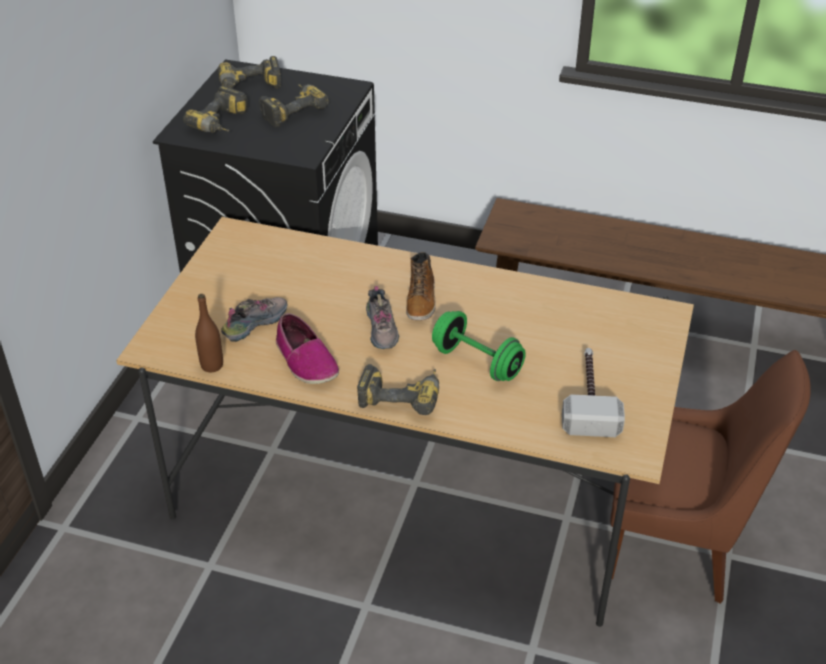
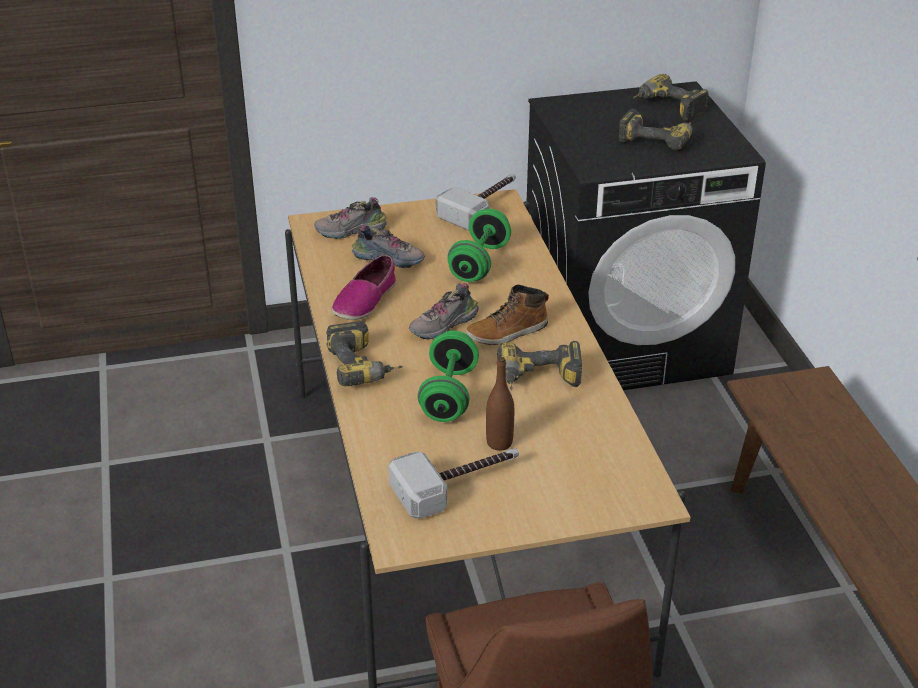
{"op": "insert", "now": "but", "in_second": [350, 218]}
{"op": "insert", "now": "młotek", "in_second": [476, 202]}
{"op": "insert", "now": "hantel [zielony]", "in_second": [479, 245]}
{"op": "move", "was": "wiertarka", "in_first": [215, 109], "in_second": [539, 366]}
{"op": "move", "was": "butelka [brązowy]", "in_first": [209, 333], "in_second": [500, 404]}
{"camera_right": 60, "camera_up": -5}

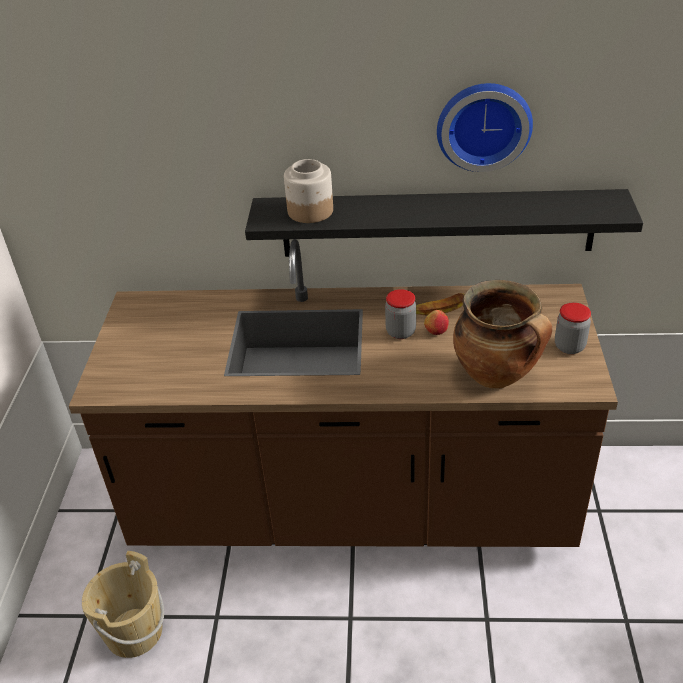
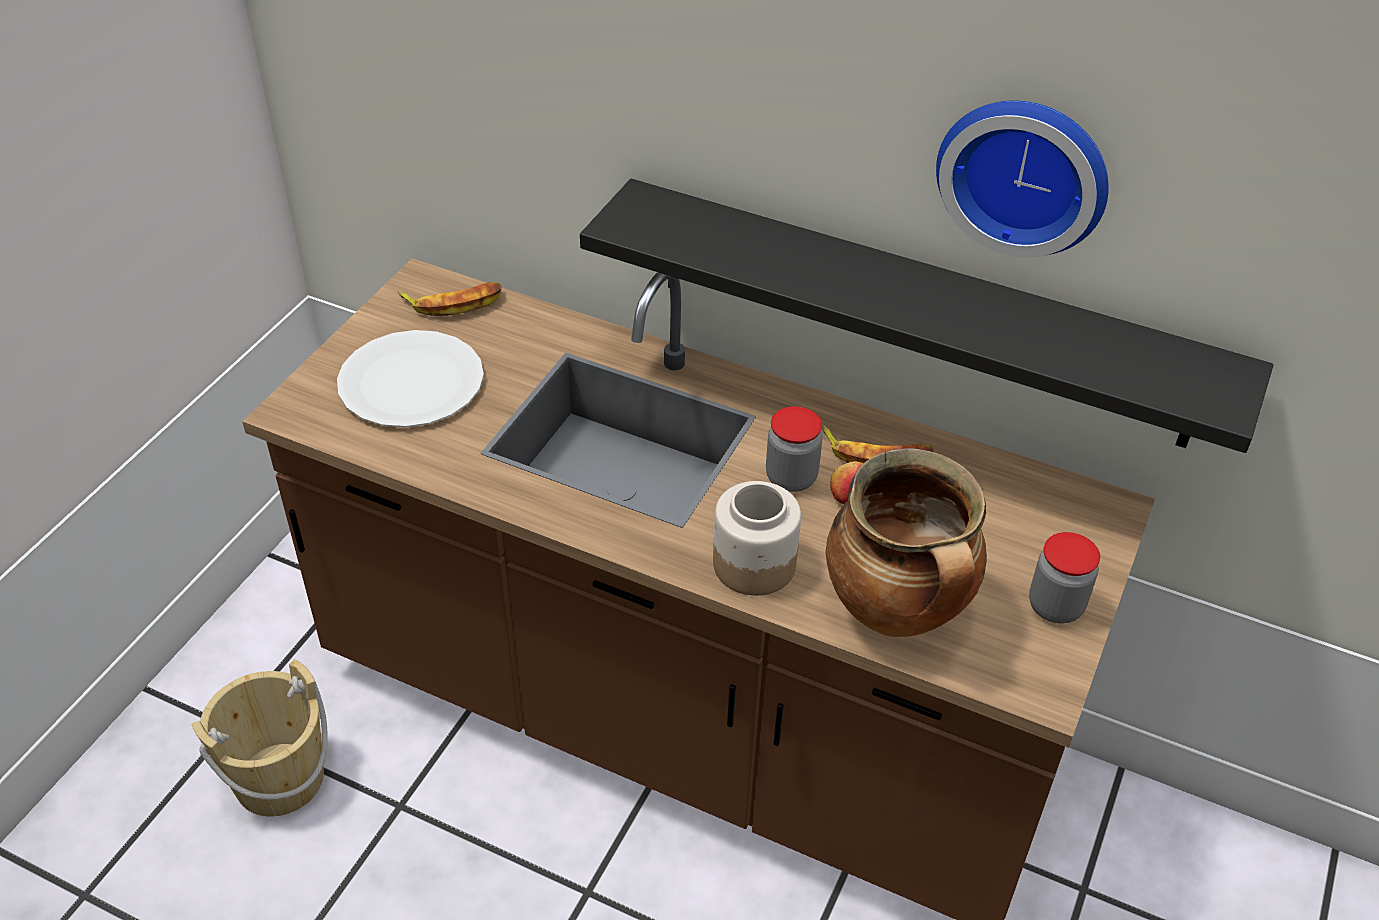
{"op": "insert", "now": "talerz [biały]", "in_second": [410, 379]}
{"op": "insert", "now": "banan", "in_second": [450, 299]}
{"op": "move", "was": "słoik", "in_first": [308, 191], "in_second": [757, 538]}
{"camera_right": 20, "camera_up": 5}

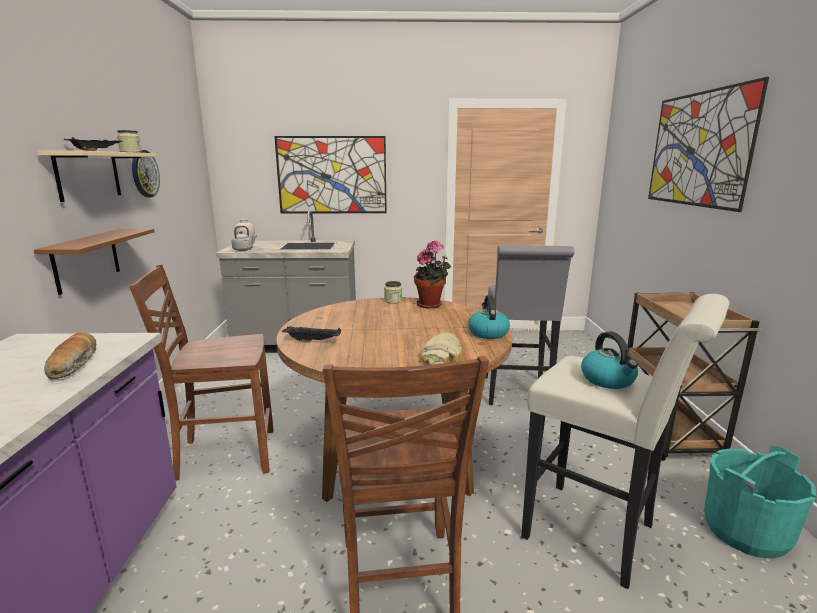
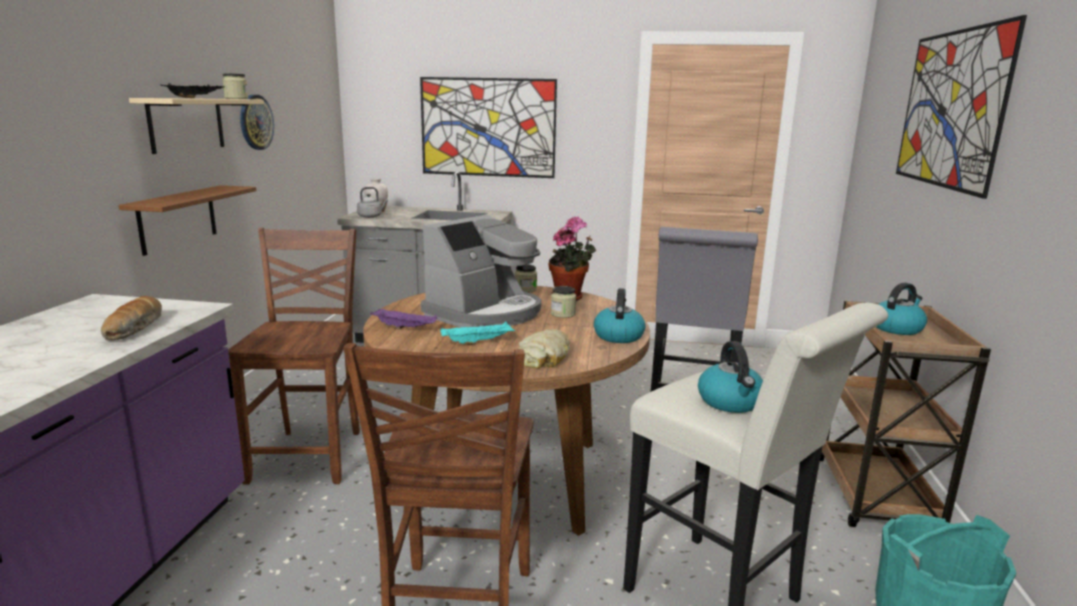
{"op": "insert", "now": "ekspres do kawy", "in_second": [481, 271]}
{"op": "insert", "now": "taca [turkusowy]", "in_second": [477, 333]}
{"op": "insert", "now": "słoik", "in_second": [563, 302]}
{"op": "insert", "now": "czajnik", "in_second": [901, 309]}
{"op": "recolor", "was": "taca [czarny]", "now": "taca [fioletowy]", "in_first": [311, 334], "in_second": [403, 319]}
{"op": "rotate", "was": "krzesło [brązowy]", "in_first": [201, 373], "in_second": [294, 356], "clockwise": 90}
{"camera_right": 10, "camera_up": 0}

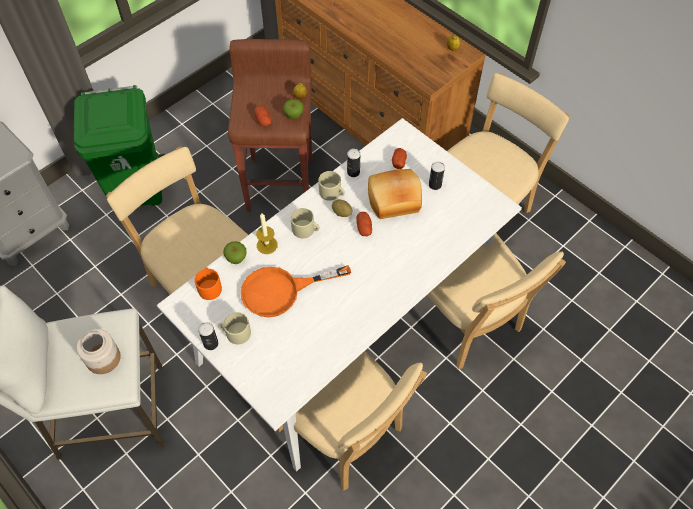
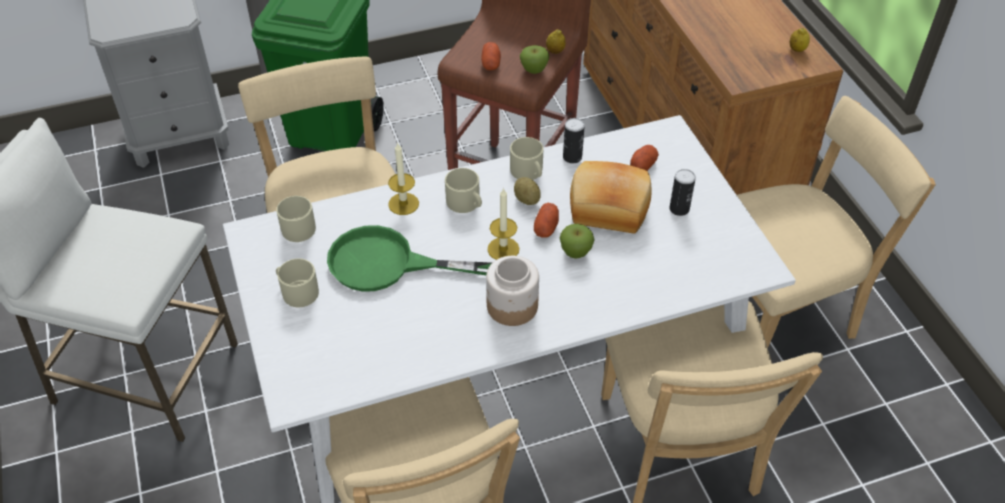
{"op": "delete", "was": "puszka", "in_first": [208, 336]}
{"op": "insert", "now": "świeca", "in_second": [503, 224]}
{"op": "move", "was": "słoik", "in_first": [99, 351], "in_second": [512, 291]}
{"op": "move", "was": "jabłko", "in_first": [234, 252], "in_second": [577, 241]}
{"op": "recolor", "was": "kubek [pomarańczowy]", "now": "kubek [beżowy]", "in_first": [208, 283], "in_second": [296, 219]}
{"op": "recolor", "was": "patelnia [pomarańczowy]", "now": "patelnia [zielony]", "in_first": [296, 291], "in_second": [409, 258]}
{"camera_right": 25, "camera_up": -10}

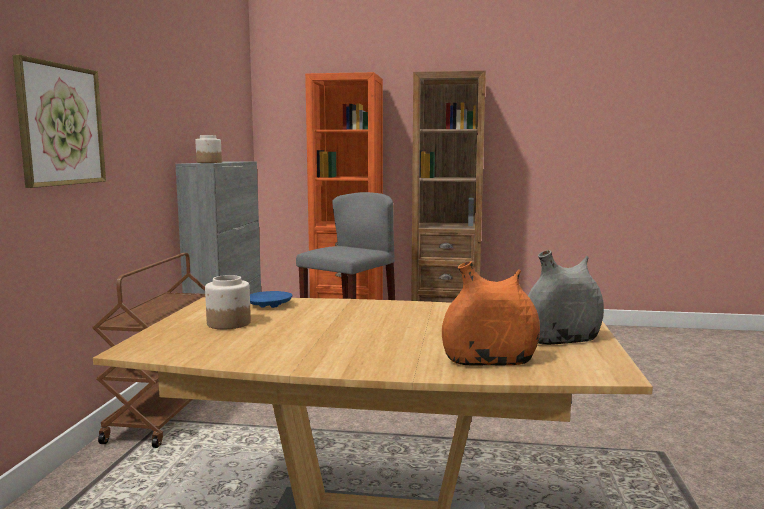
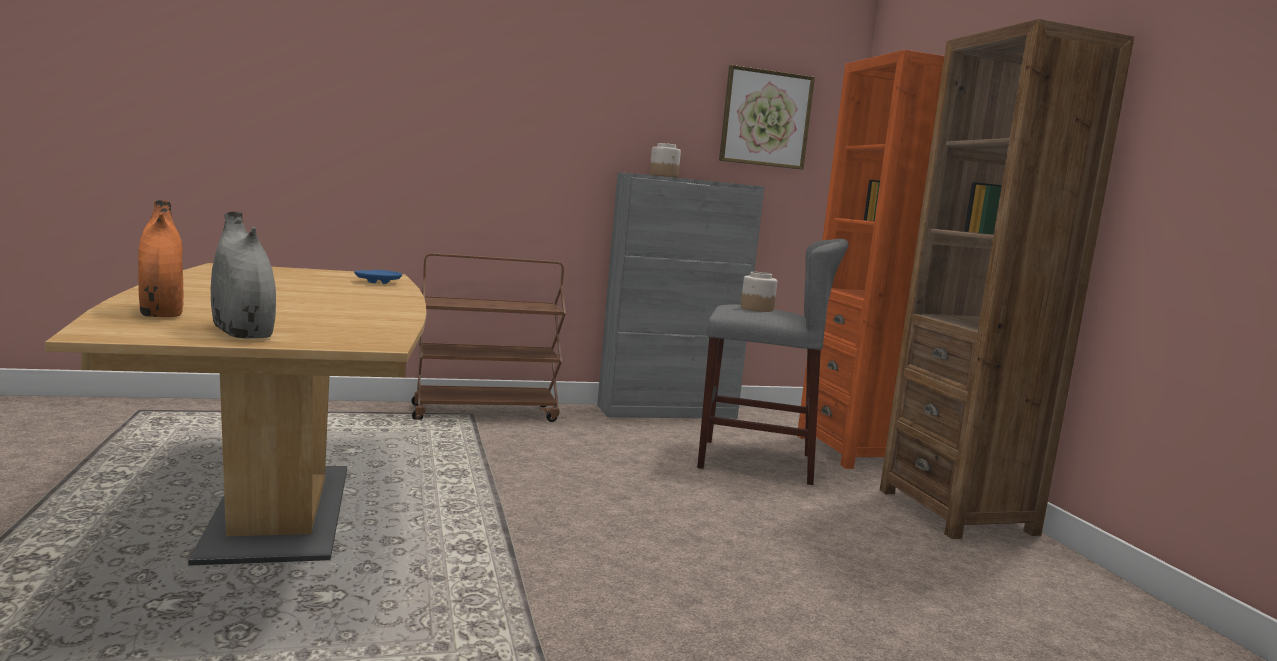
{"op": "move", "was": "obraz", "in_first": [59, 121], "in_second": [767, 117]}
{"op": "move", "was": "słoik", "in_first": [228, 302], "in_second": [759, 292]}
{"camera_right": 65, "camera_up": 0}

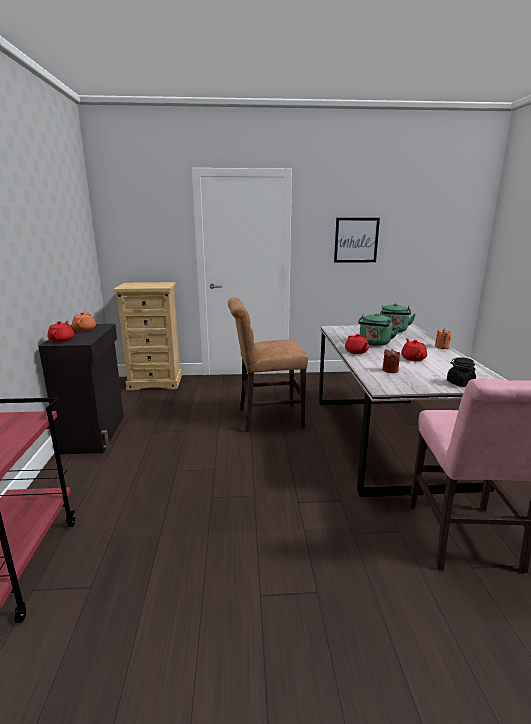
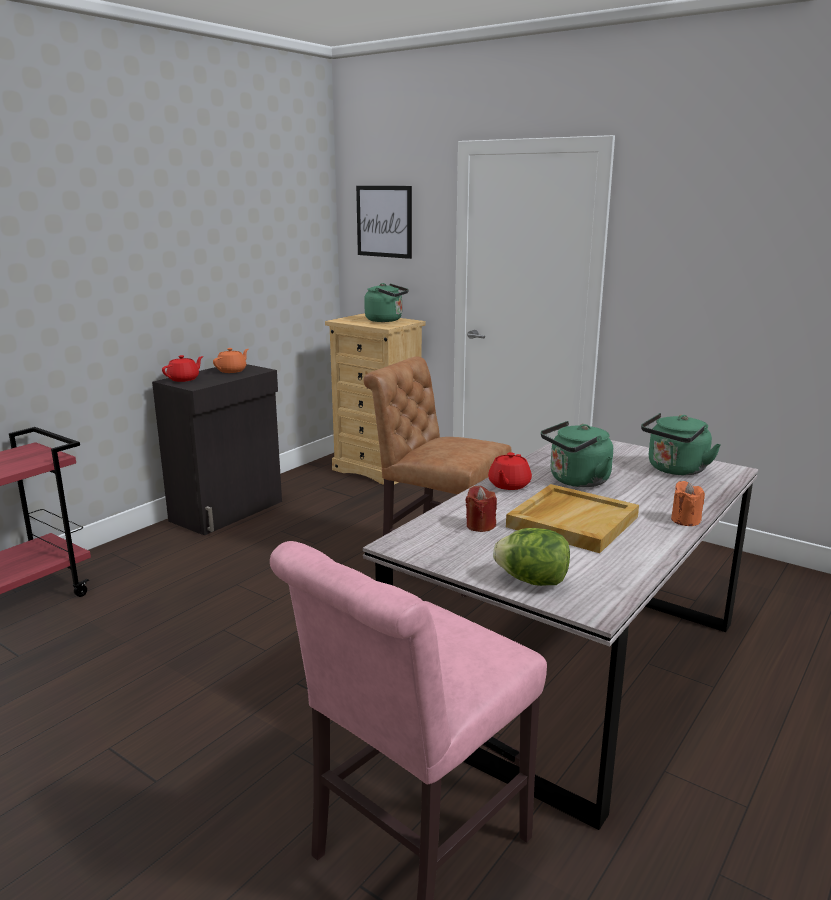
{"op": "insert", "now": "czajnik [zielony]", "in_second": [386, 302]}
{"op": "move", "was": "obraz", "in_first": [357, 240], "in_second": [384, 222]}
{"op": "replace", "was": "imbryk [czerwony]", "now": "taca [beżowy]", "in_first": [414, 349], "in_second": [572, 518]}
{"op": "replace", "was": "słoik [czarny]", "now": "sałata", "in_first": [461, 372], "in_second": [531, 557]}
{"camera_right": 40, "camera_up": 0}

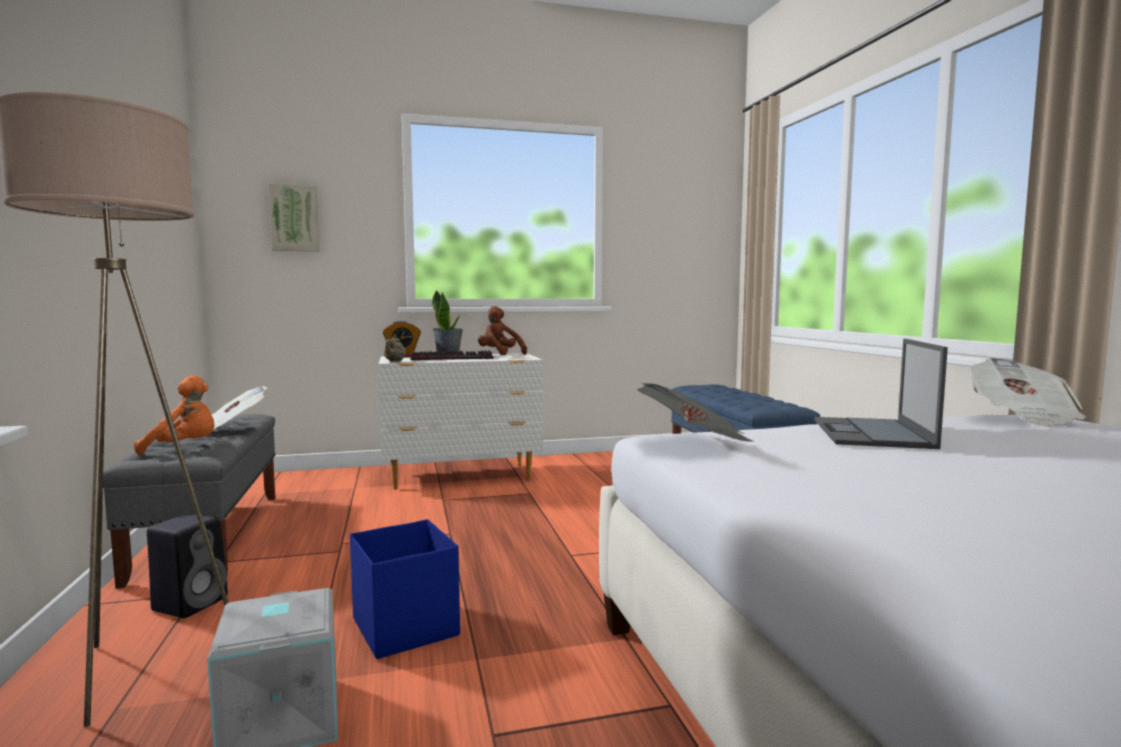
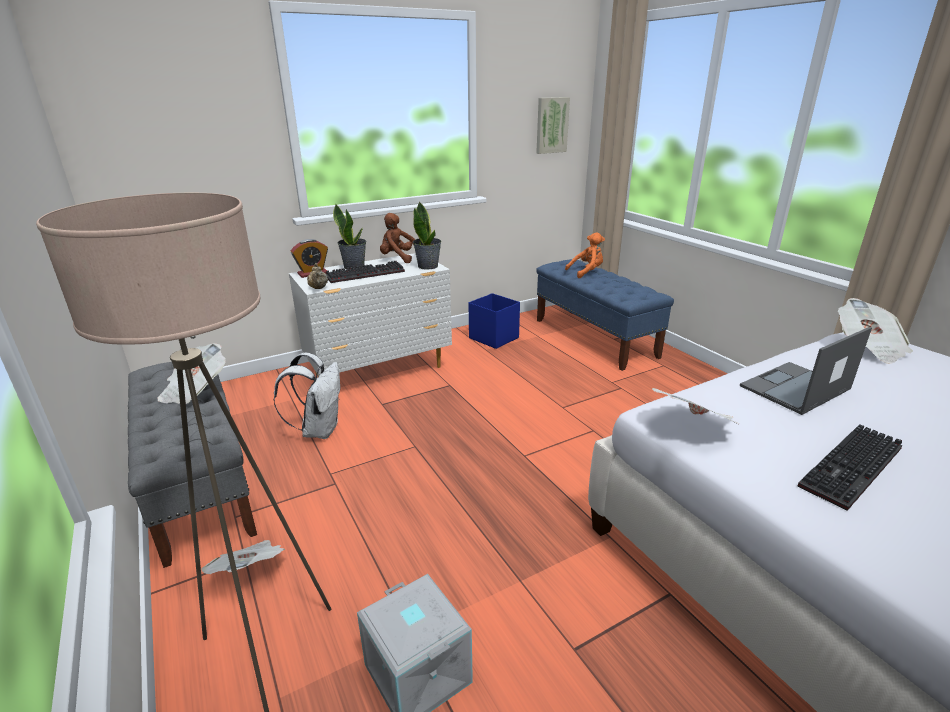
{"op": "insert", "now": "plecak [biały]", "in_second": [307, 396]}
{"op": "insert", "now": "roślina doniczkowa", "in_second": [427, 235]}
{"op": "insert", "now": "klawiatura", "in_second": [849, 467]}
{"op": "move", "was": "pluszak [pomarańczowy]", "in_first": [174, 415], "in_second": [585, 255]}
{"op": "move", "was": "obraz", "in_first": [294, 218], "in_second": [553, 125]}
{"op": "move", "was": "pojemnik do przechowywania [niebieski]", "in_first": [405, 589], "in_second": [494, 321]}
{"op": "replace", "was": "głośnik [czarny]", "now": "gazeta", "in_first": [187, 566], "in_second": [243, 557]}
{"op": "rotate", "was": "laptop", "in_first": [881, 394], "in_second": [806, 371], "clockwise": 60}
{"camera_right": -15, "camera_up": 20}

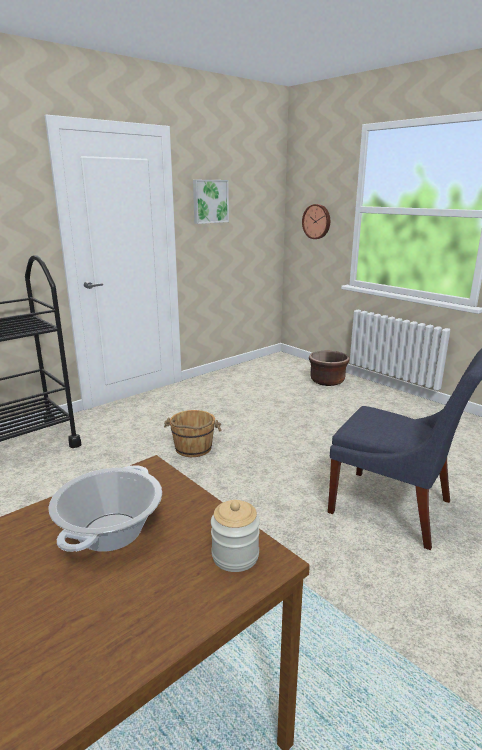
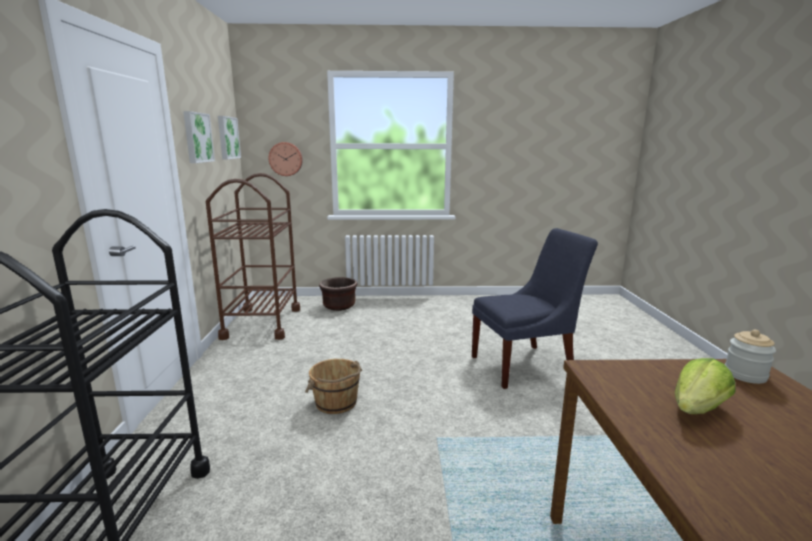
{"op": "insert", "now": "wózek [brązowy]", "in_second": [253, 256]}
{"op": "insert", "now": "obraz", "in_second": [229, 137]}
{"op": "replace", "was": "garnek", "now": "sałata", "in_first": [105, 508], "in_second": [705, 386]}
{"camera_right": -50, "camera_up": -5}

